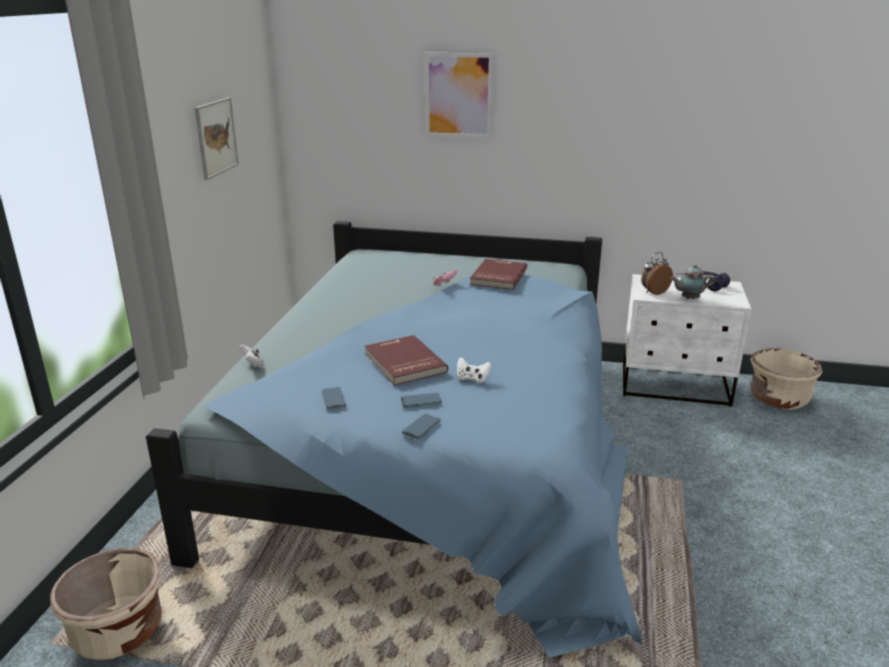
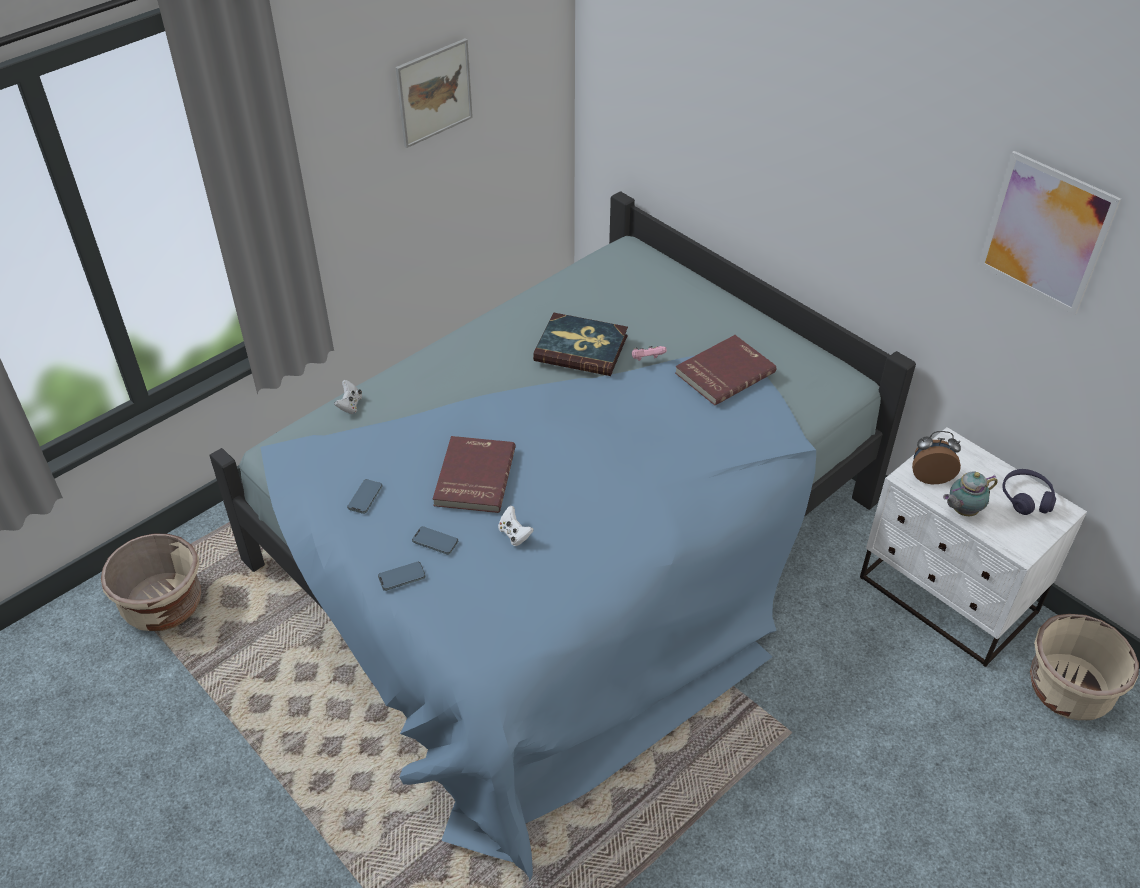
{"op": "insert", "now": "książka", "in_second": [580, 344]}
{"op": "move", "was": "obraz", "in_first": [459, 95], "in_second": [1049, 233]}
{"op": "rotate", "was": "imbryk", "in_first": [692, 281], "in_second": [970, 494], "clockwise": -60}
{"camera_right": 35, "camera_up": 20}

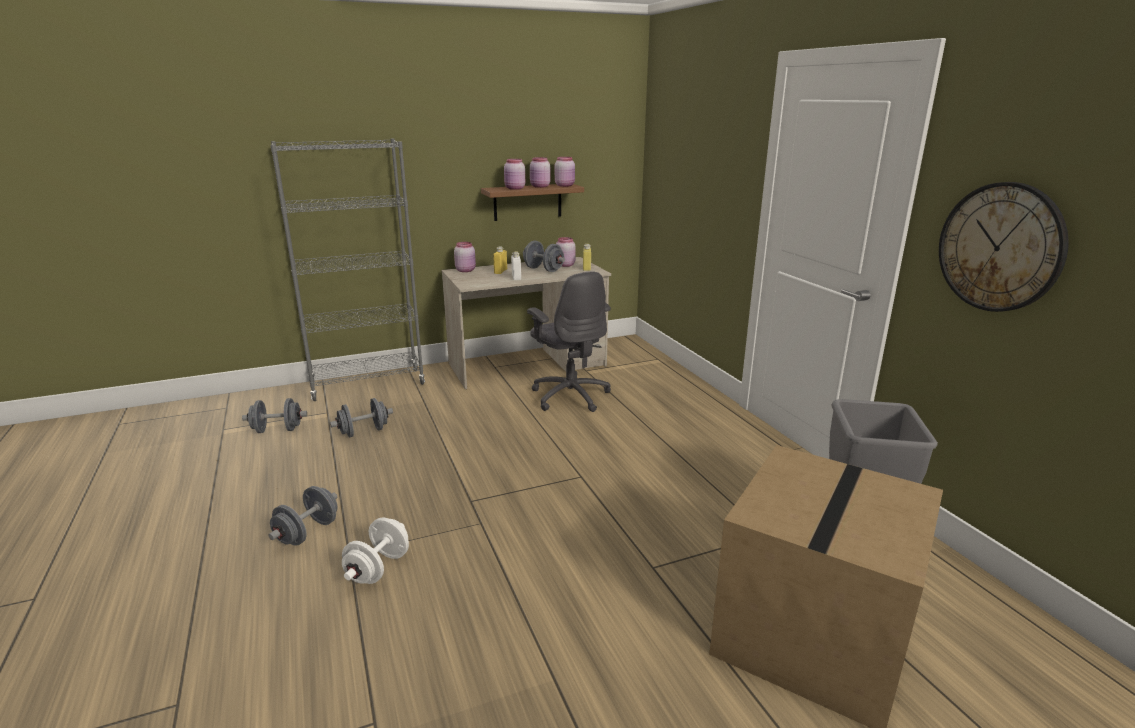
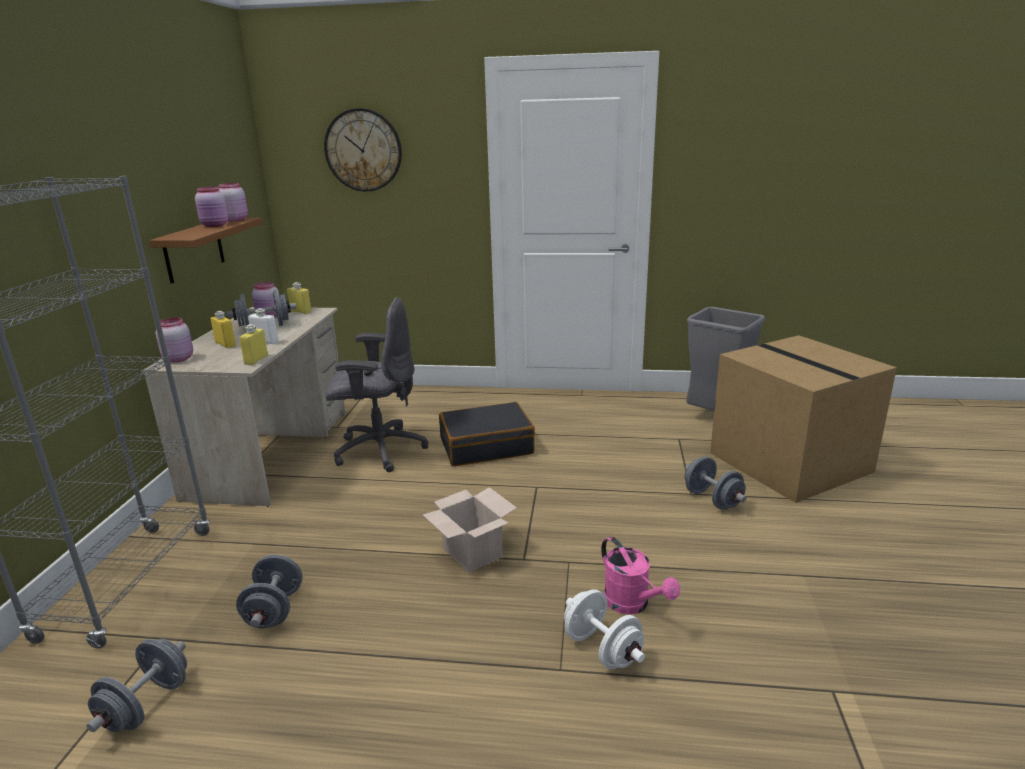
{"op": "delete", "was": "słoik [różowy]", "in_first": [514, 174]}
{"op": "insert", "now": "butelka [żółty]", "in_second": [253, 344]}
{"op": "insert", "now": "karton", "in_second": [470, 530]}
{"op": "insert", "now": "walizka [czarny]", "in_second": [487, 434]}
{"op": "insert", "now": "konewka [różowy]", "in_second": [640, 575]}
{"op": "move", "was": "hantel [szary]", "in_first": [303, 516], "in_second": [716, 483]}
{"op": "move", "was": "zegar ścienny", "in_first": [1004, 247], "in_second": [363, 150]}
{"camera_right": -60, "camera_up": 0}

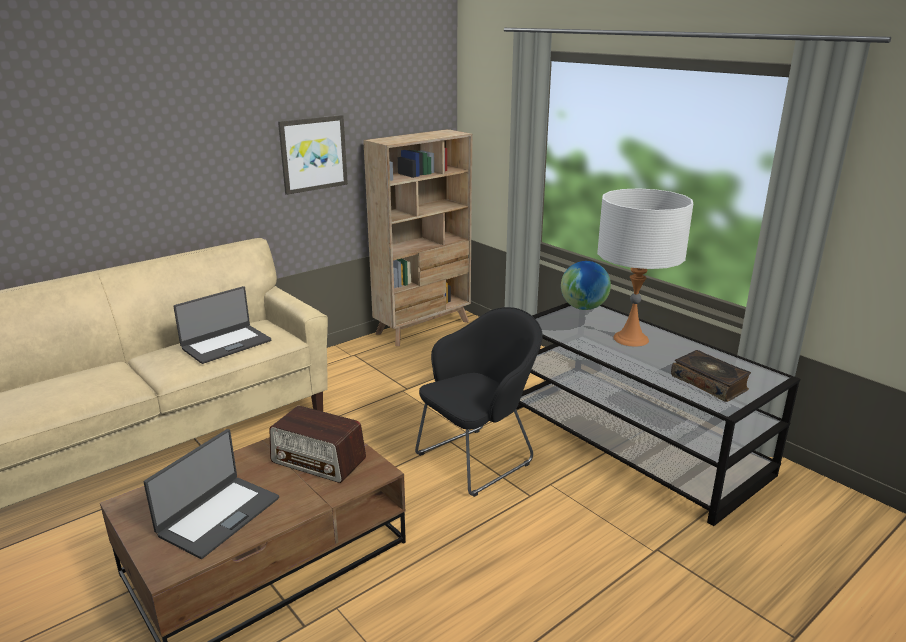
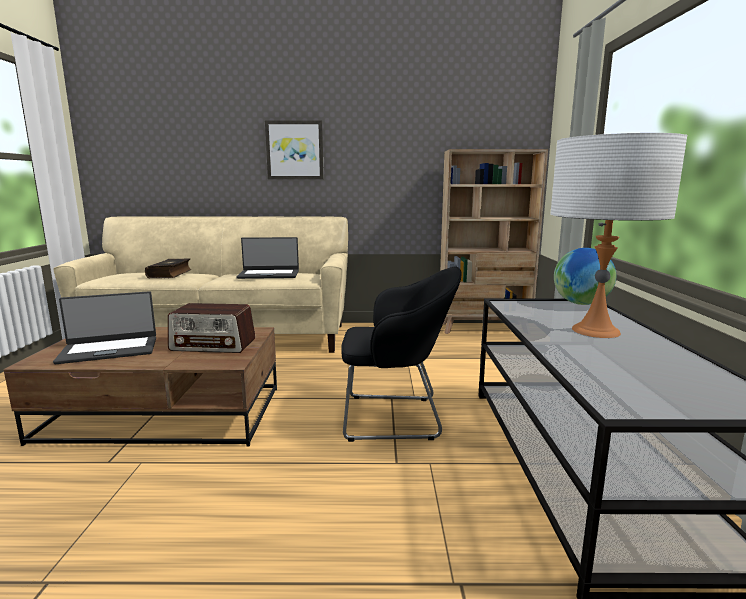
{"op": "move", "was": "obraz", "in_first": [313, 155], "in_second": [294, 149]}
{"op": "move", "was": "książka", "in_first": [711, 376], "in_second": [168, 268]}
{"op": "rotate", "was": "radio", "in_first": [317, 444], "in_second": [211, 328], "clockwise": -60}
{"camera_right": 40, "camera_up": -10}

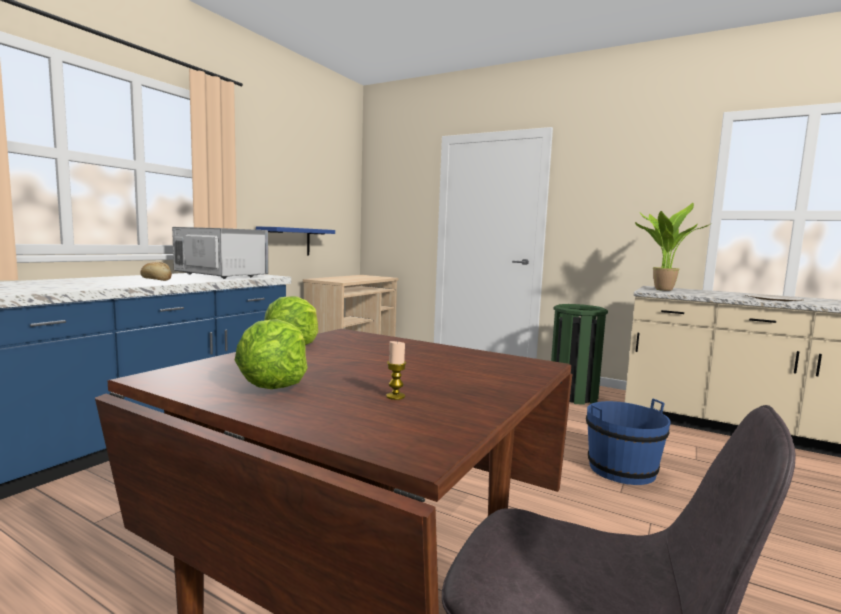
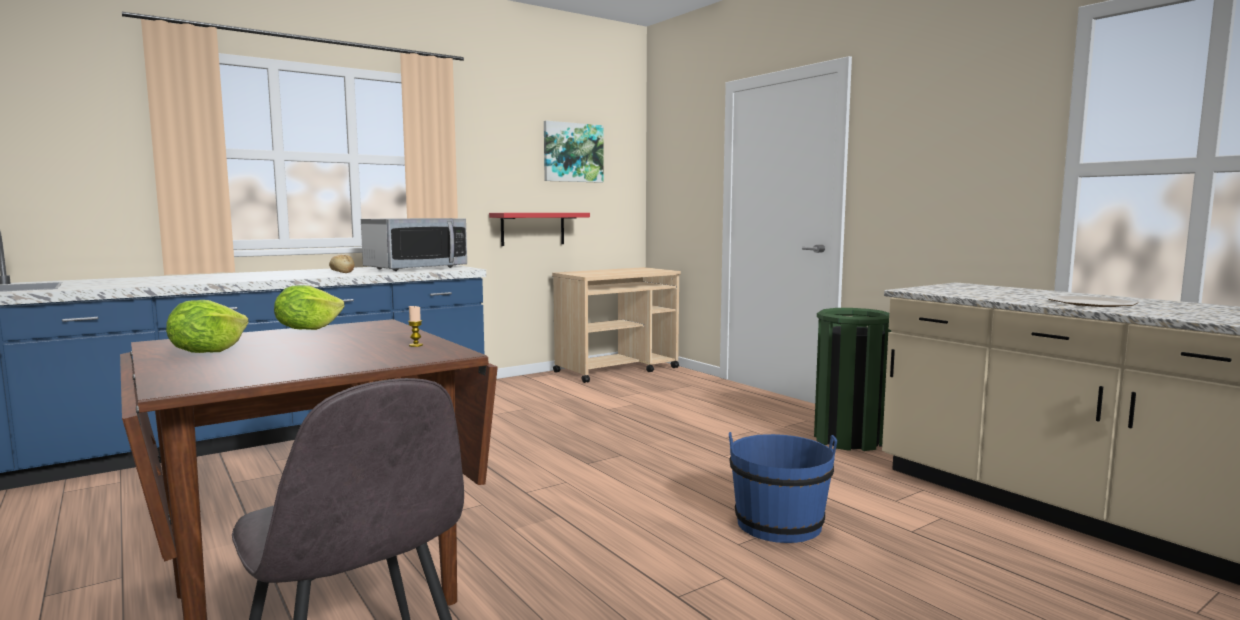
{"op": "delete", "was": "roślina doniczkowa", "in_first": [674, 247]}
{"op": "insert", "now": "obraz", "in_second": [574, 152]}
{"op": "move", "was": "świeca", "in_first": [396, 370], "in_second": [415, 326]}
{"op": "recolor", "was": "półka [niebieski]", "now": "półka [czerwony]", "in_first": [295, 240], "in_second": [539, 229]}
{"op": "rotate", "was": "mikrofalówka", "in_first": [220, 253], "in_second": [414, 244], "clockwise": 75}
{"camera_right": 25, "camera_up": 0}

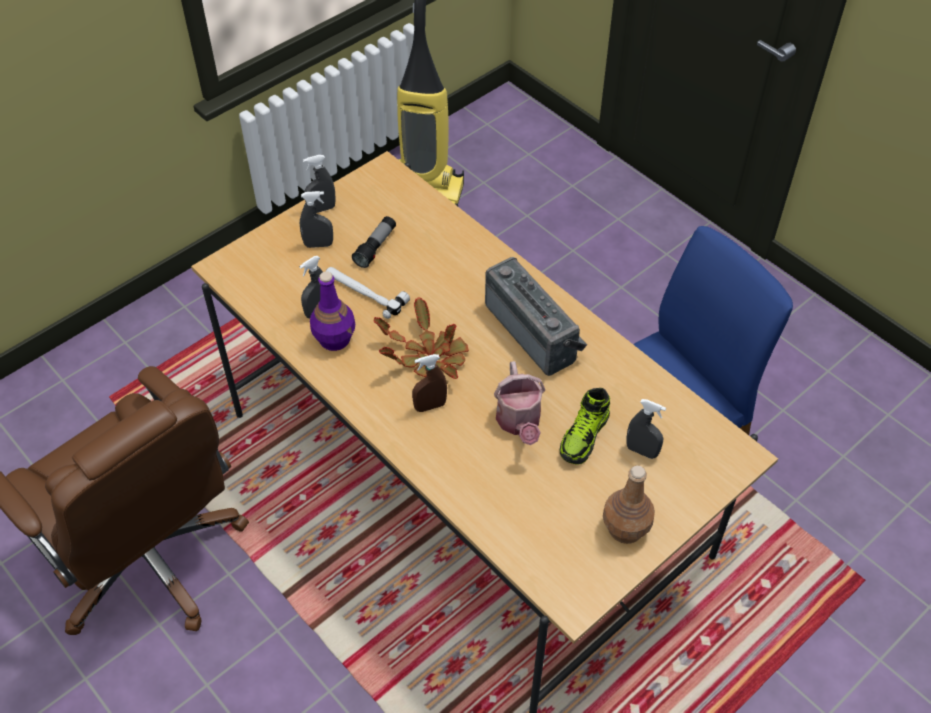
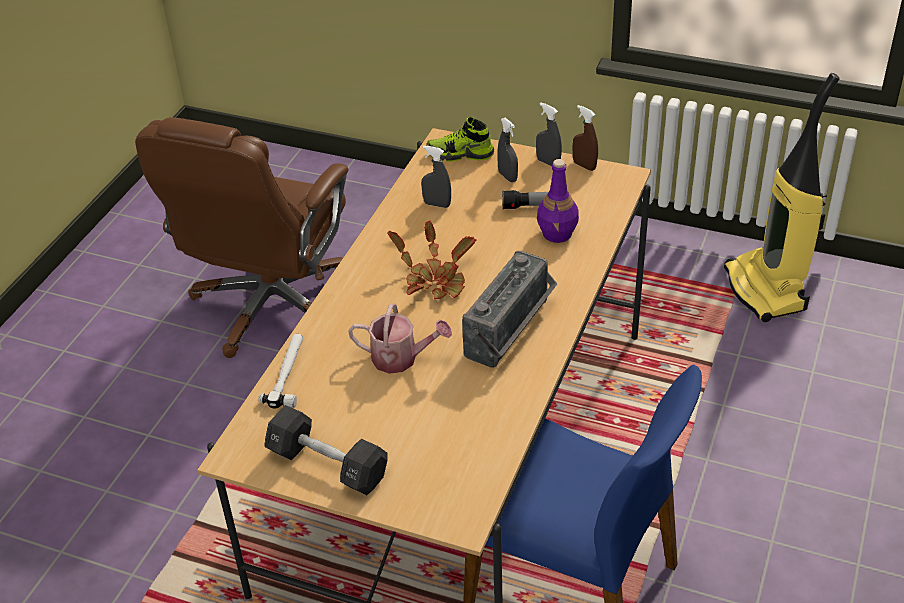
{"op": "delete", "was": "spryskiwacz [szary]", "in_first": [646, 429]}
{"op": "move", "was": "butelka [fioletowy]", "in_first": [332, 311], "in_second": [558, 201]}
{"op": "move", "was": "młotek", "in_first": [368, 293], "in_second": [280, 371]}
{"op": "move", "was": "spryskiwacz [brązowy]", "in_first": [429, 383], "in_second": [585, 138]}
{"op": "move", "was": "but", "in_first": [584, 426], "in_second": [460, 139]}
{"op": "replace", "was": "butelka [brązowy]", "now": "hantel [czarny]", "in_first": [629, 505], "in_second": [326, 450]}
{"op": "rotate", "was": "konewka", "in_first": [519, 403], "in_second": [400, 339], "clockwise": -135}
{"camera_right": 65, "camera_up": -10}

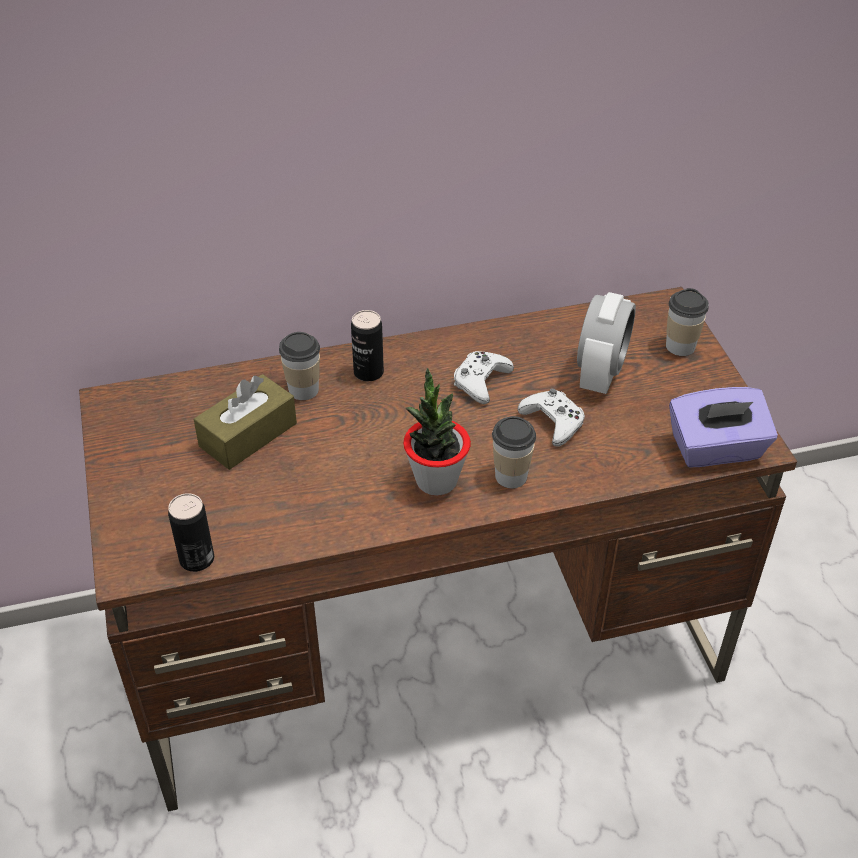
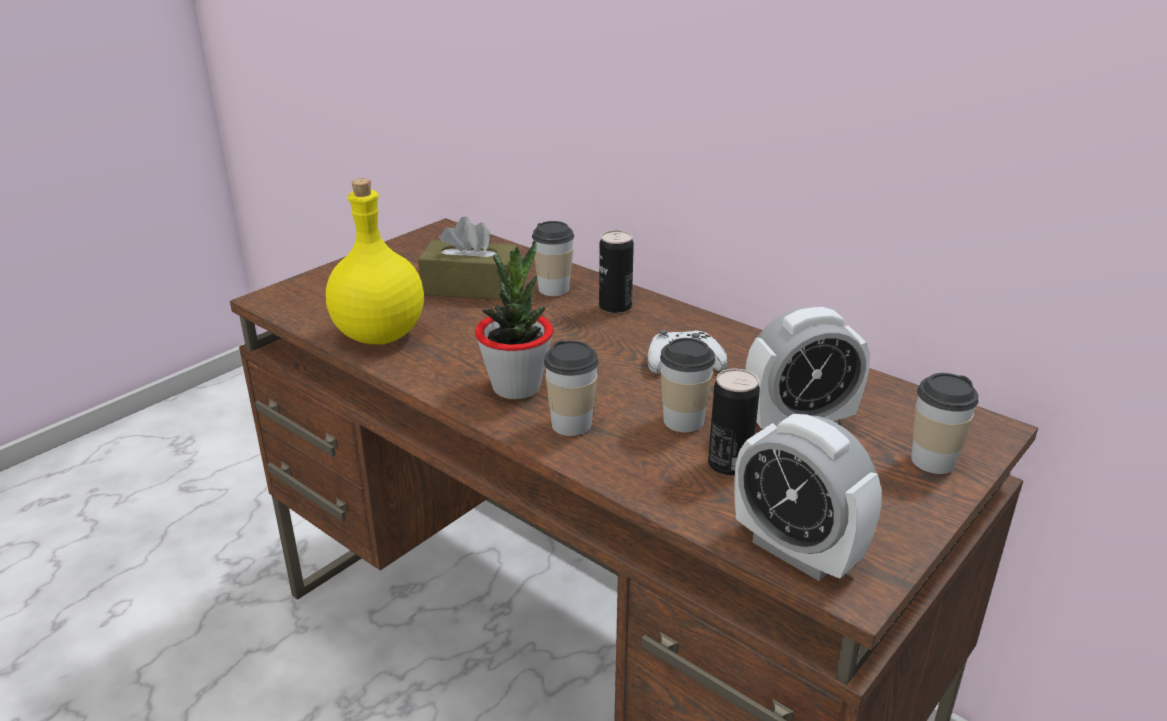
{"op": "insert", "now": "butelka [żółty]", "in_second": [375, 261]}
{"op": "move", "was": "puszka", "in_first": [191, 532], "in_second": [734, 422]}
{"op": "replace", "was": "pad do gier [biały]", "now": "filiżanka", "in_first": [551, 417], "in_second": [687, 385]}
{"op": "replace", "was": "pudełko chusteczek [fioletowy]", "now": "budzik", "in_first": [723, 427], "in_second": [808, 497]}
{"camera_right": 55, "camera_up": -15}

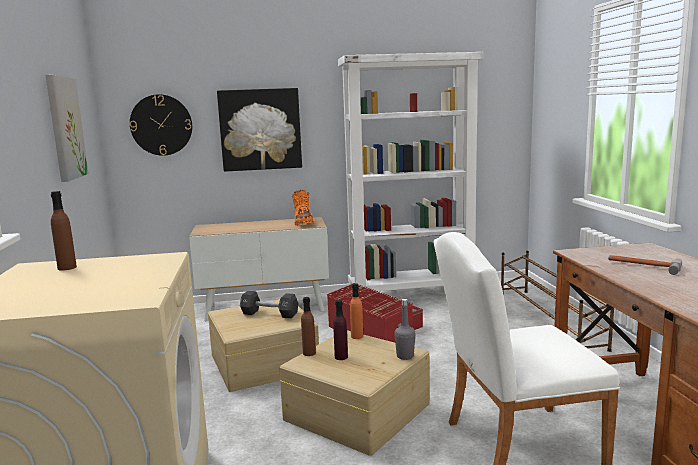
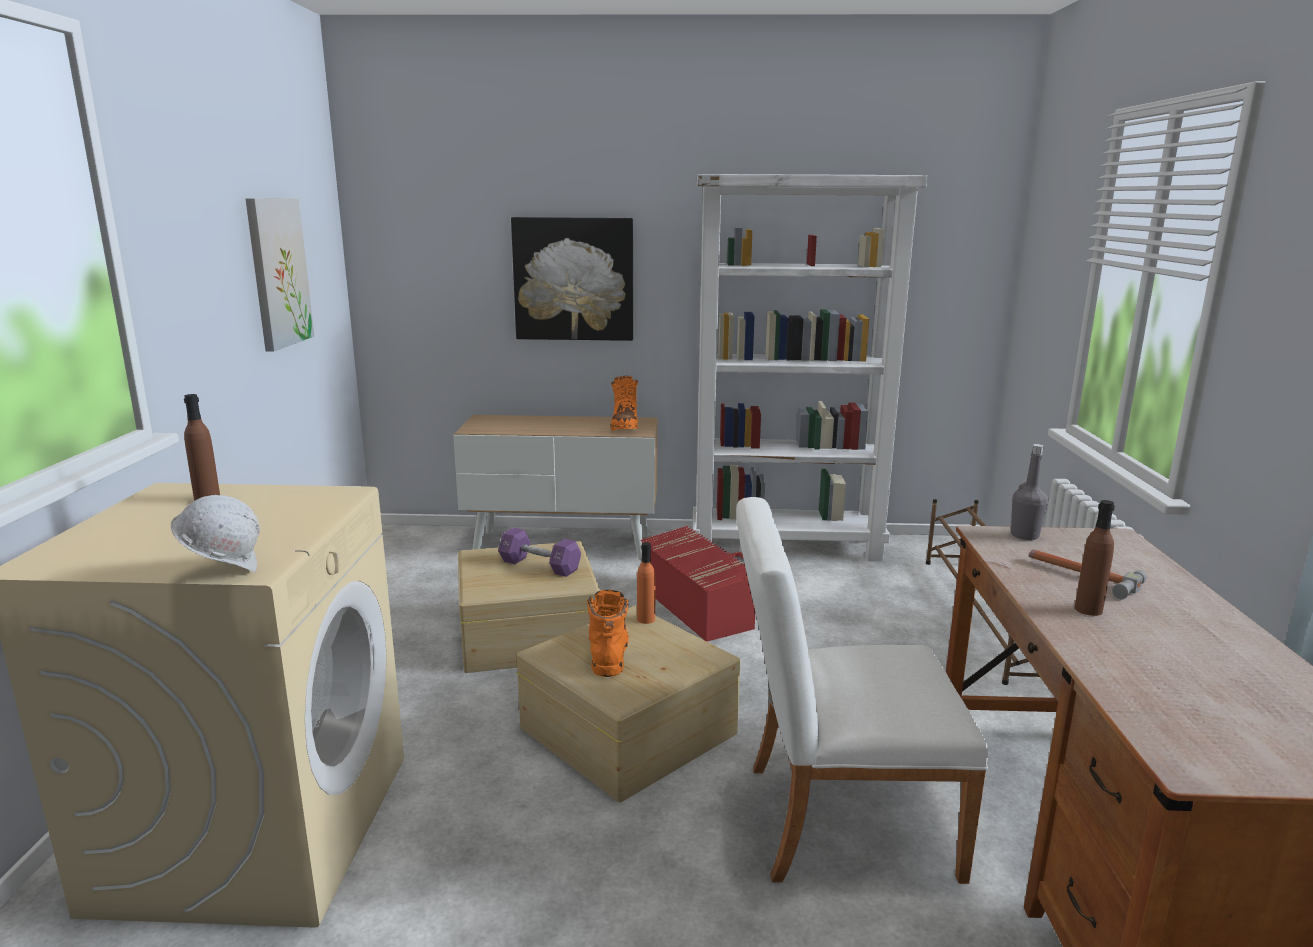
{"op": "delete", "was": "zegar ścienny", "in_first": [161, 125]}
{"op": "insert", "now": "kask [biały]", "in_second": [215, 533]}
{"op": "move", "was": "butelka [brązowy]", "in_first": [308, 326], "in_second": [1094, 558]}
{"op": "move", "was": "butelka [szary]", "in_first": [404, 329], "in_second": [1029, 492]}
{"op": "replace", "was": "butelka [fioletowy]", "now": "but z cholewką [pomarańczowy]", "in_first": [340, 330], "in_second": [608, 633]}
{"op": "recolor", "was": "hantel [czarny]", "now": "hantel [fioletowy]", "in_first": [269, 305], "in_second": [539, 552]}
{"camera_right": 10, "camera_up": 5}

